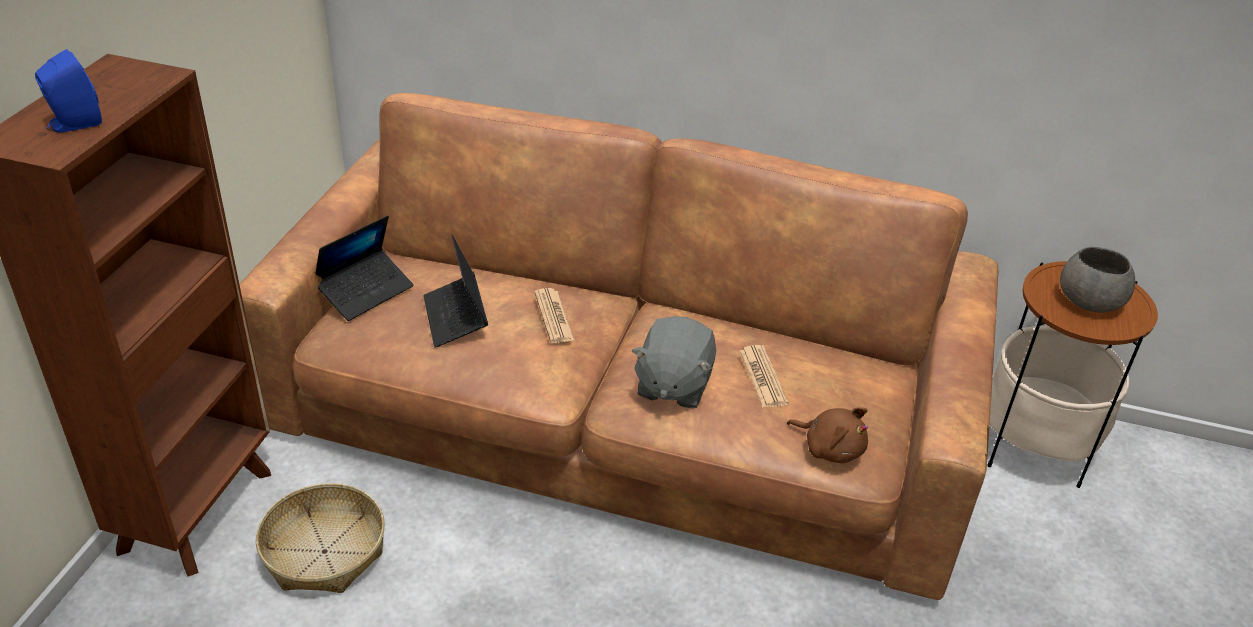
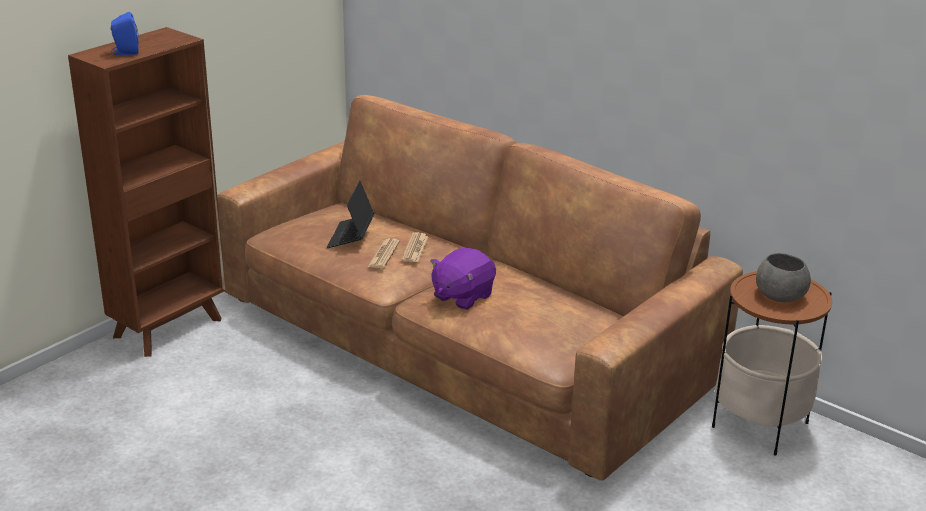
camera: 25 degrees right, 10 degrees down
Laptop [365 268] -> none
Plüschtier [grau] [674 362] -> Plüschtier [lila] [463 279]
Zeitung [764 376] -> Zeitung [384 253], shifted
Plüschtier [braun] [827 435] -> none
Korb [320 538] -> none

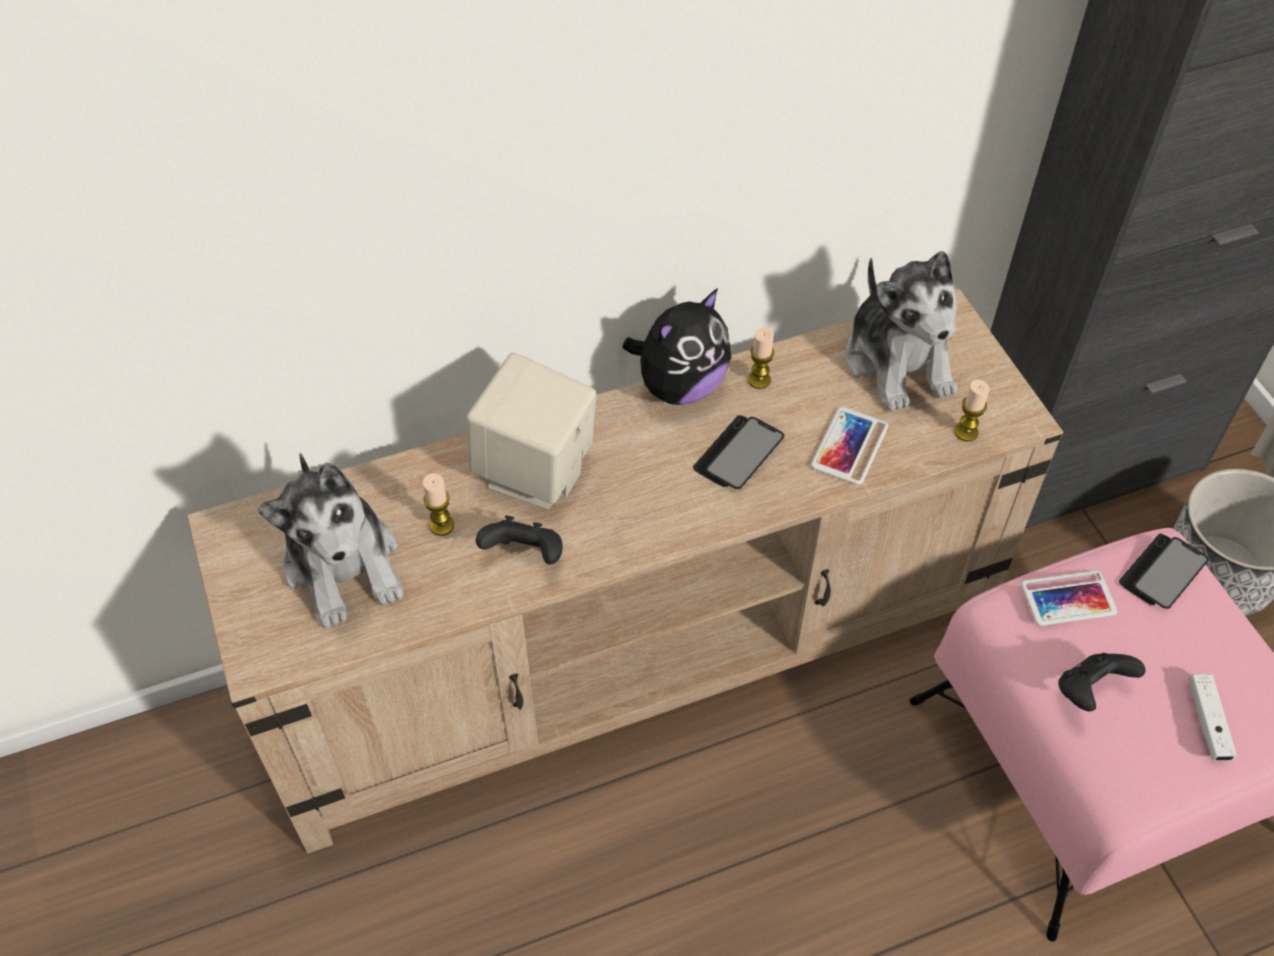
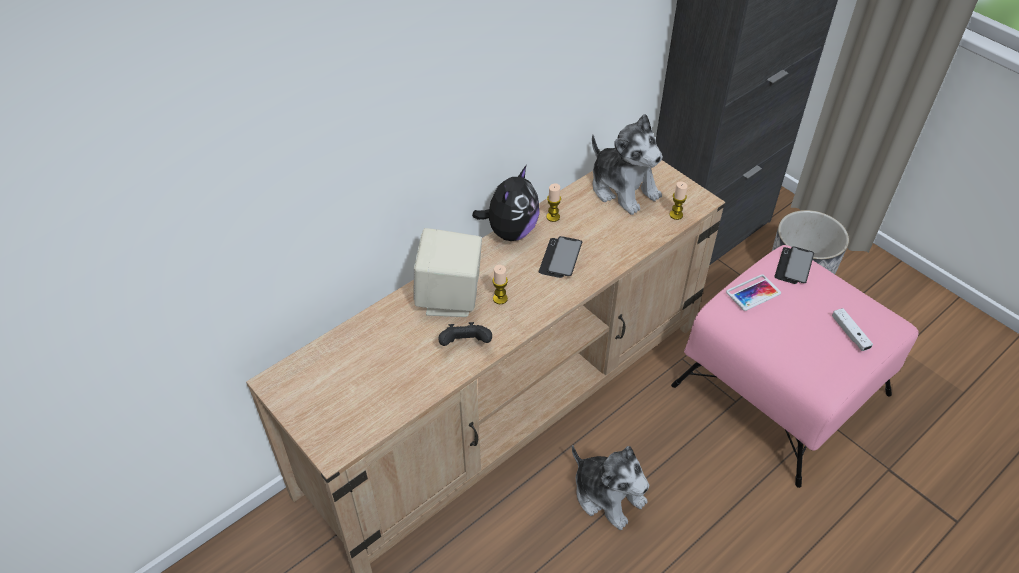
camera: 20 degrees left, 5 degrees down
Handy [849 446] -> none
Plüschtier [330 541] -> Plüschtier [610 487], shifted
Kerze [438 504] -> Kerze [500 284], shifted
Gamepad [schwarz] [1102 682] -> none

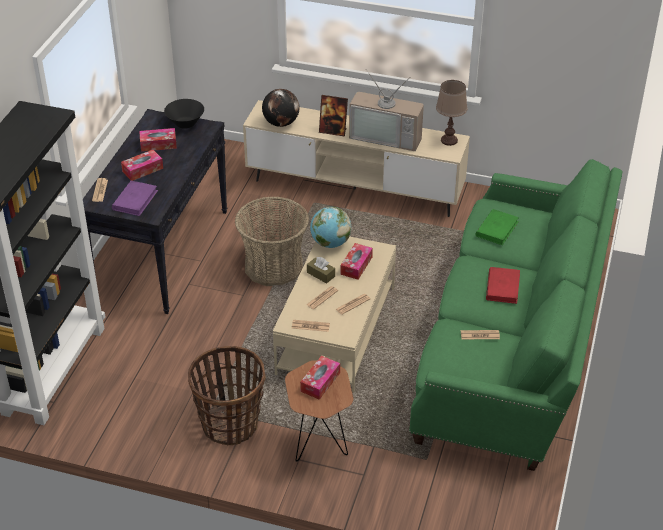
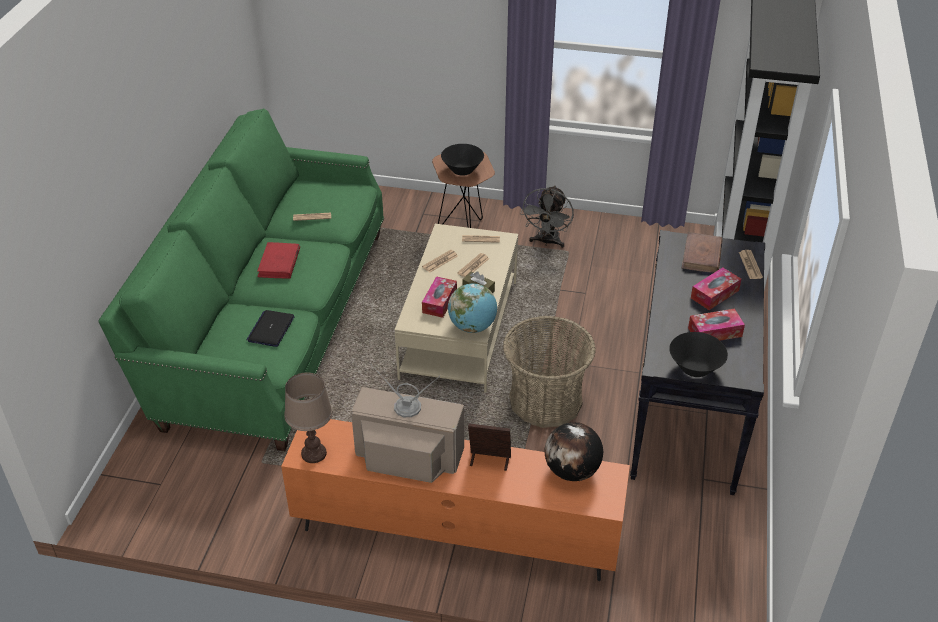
camera: 175 degrees right, 0 degrees up
Fernsehschrank [beige] [356 158] -> Fernsehschrank [orange] [455 500]
Buch [lila] [135 198] -> Buch [braun] [702 252]
Buch [grün] [497 227] -> Laptop [270 328]
Korb [227 395] -> Ventilator [grau] [547 216]
Taschentuchbox [320 378] -> Schüssel [schwarz] [462 160]

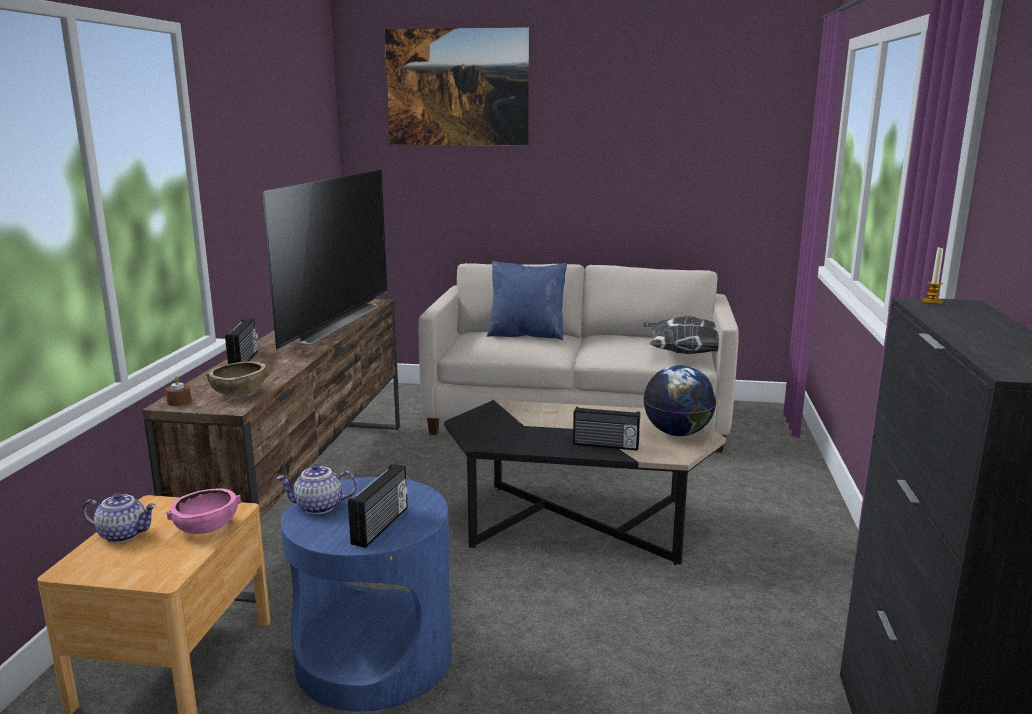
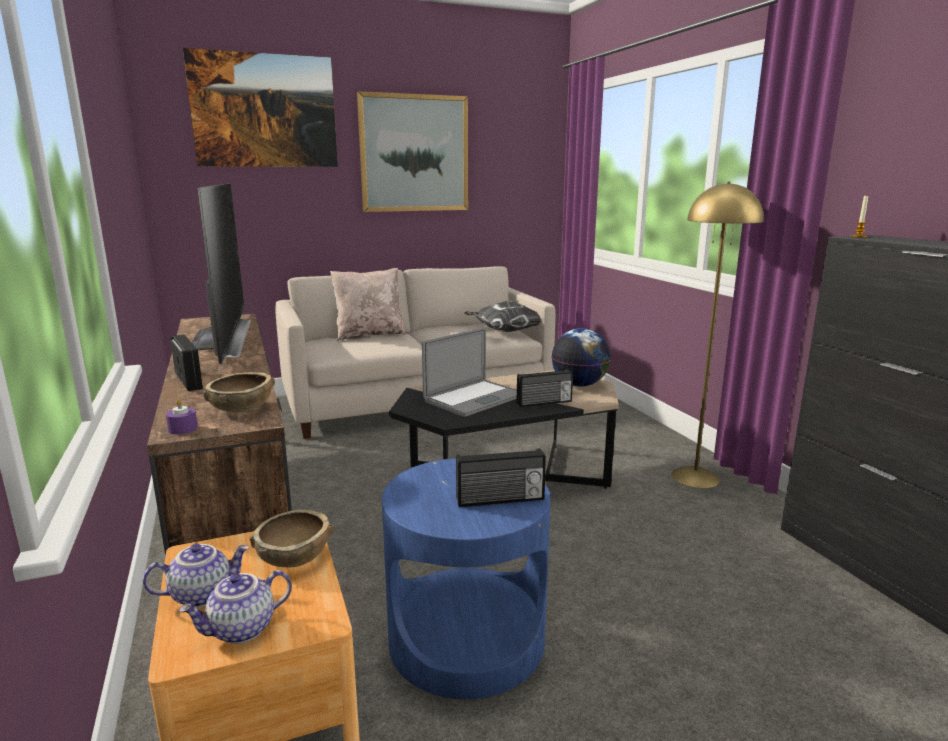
camera: 30 degrees left, 0 degrees up
Kissen [blau] [527 300] -> Kissen [beige] [368 304]
Kerze [braun] [178 391] -> Kerze [lila] [182 416]
Teekanne [317 489] -> Teekanne [235 607], shifted
Radio [378 506] -> Radio [501 478], 90 degrees clockwise
Schüssel [rosa] [203 511] -> Schüssel [braun] [291 538]
none -> Bild [412 151]
none -> Stehlampe [gelb] [717 335]
none -> Laptop [469 372]

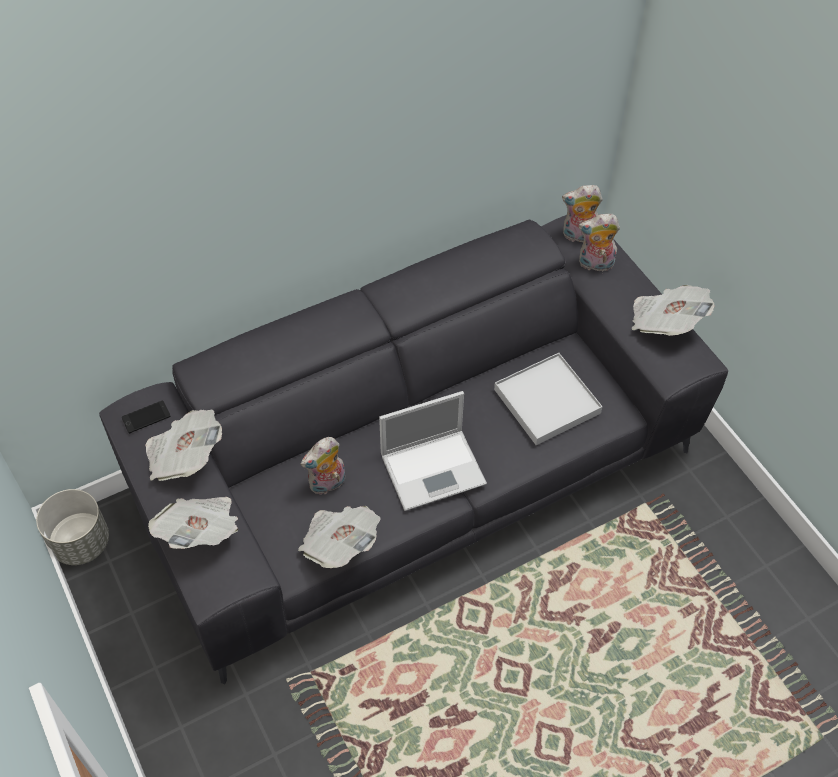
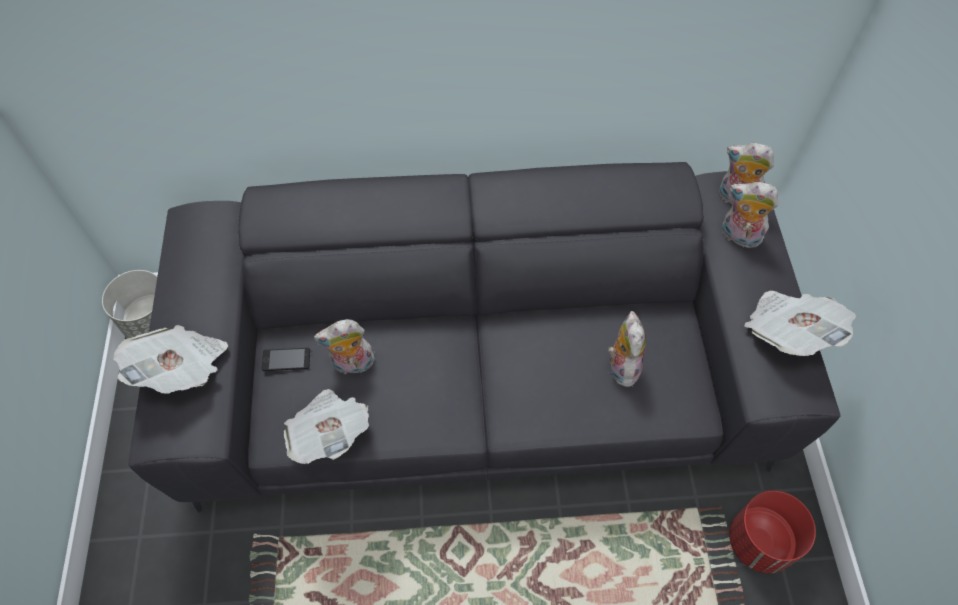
camera: 25 degrees right, 5 degrees up
Tablett [weiß] [548 399] -> Plüschtier [627 349]
Laptop [433 451] -> none
Handy [146 416] -> Handy [286 359], shifted
Zeitung [183 445] -> none
none -> Pflanzkübel [rot] [772 532]

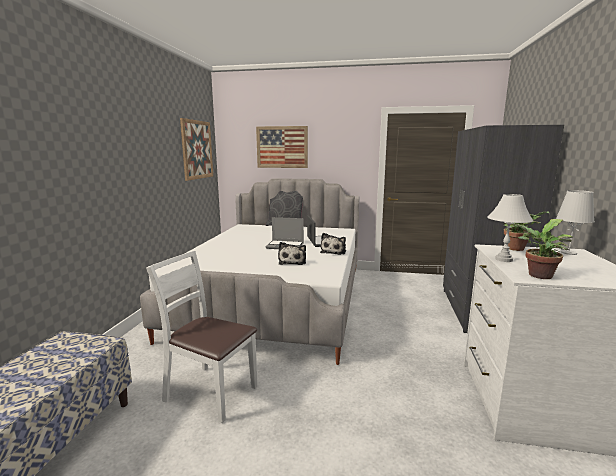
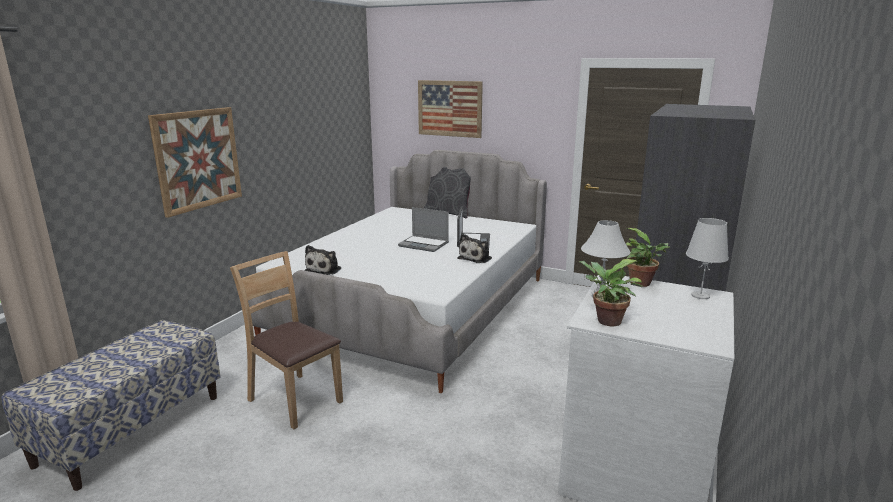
camera: 15 degrees right, 5 degrees up
Bild [196 149] -> Bild [195 162], shifted
Plüschtier [292 253] -> Plüschtier [322 260], shifted
Stuhl [weiß] [201 337] -> Stuhl [braun] [286 340]

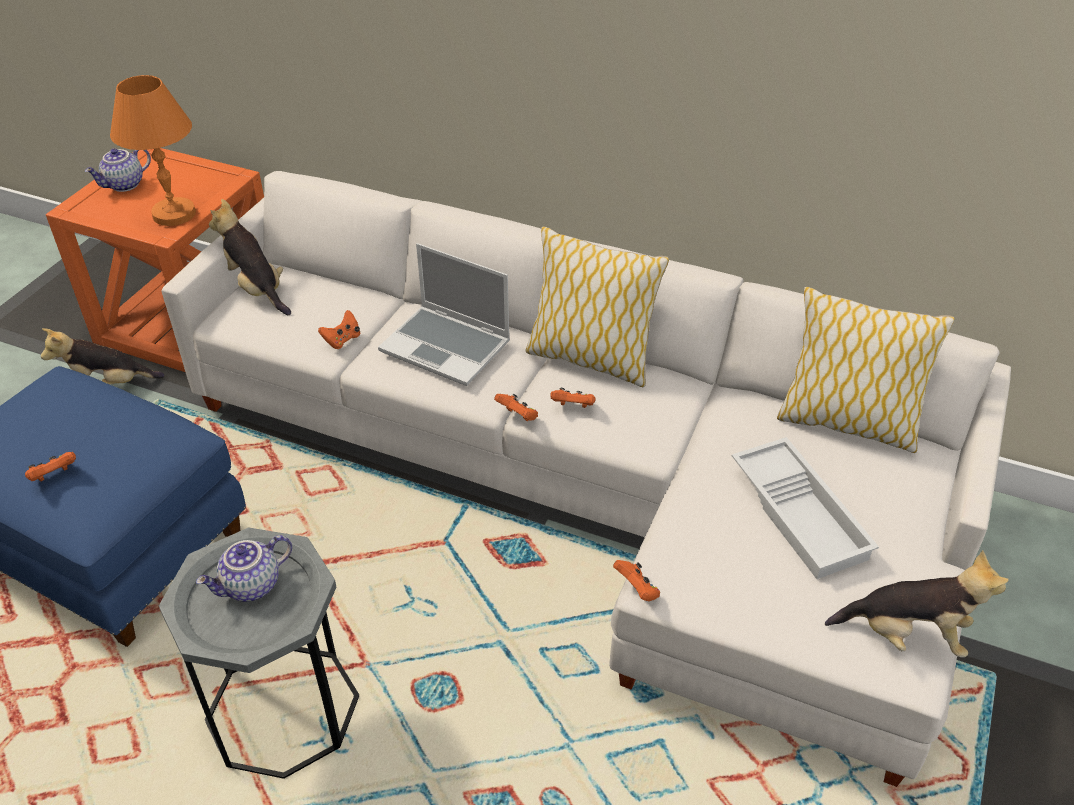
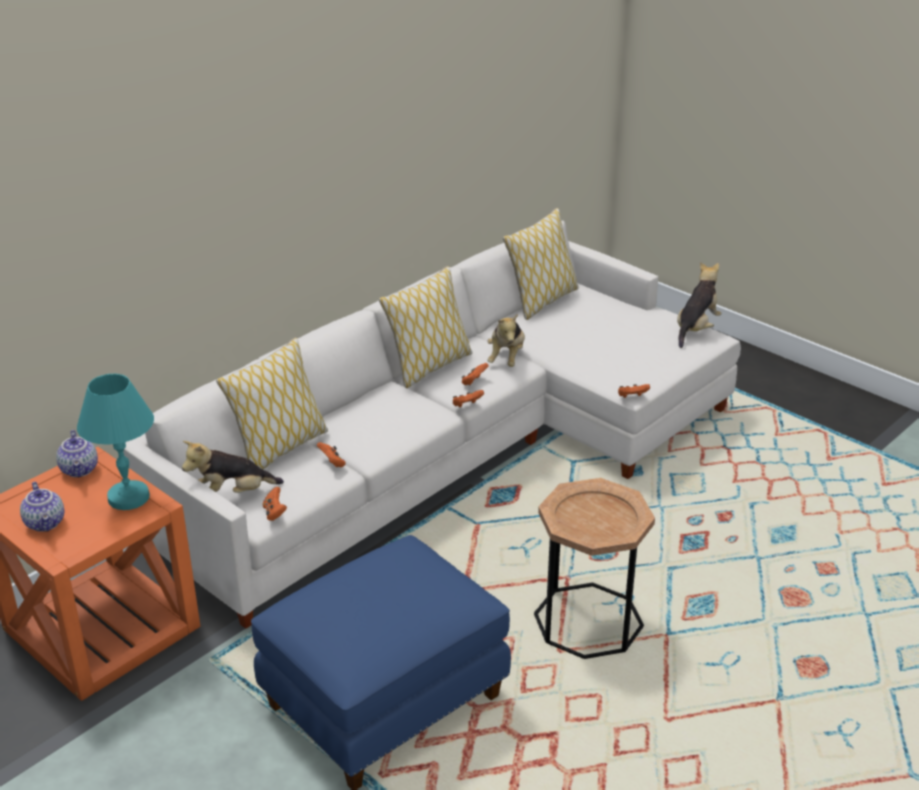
camera: 70 degrees left, 10 degrees down
Tischlampe [orange] [153 150] -> Tischlampe [türkis] [115 442]
Laptop [444 314] -> none
Plüschtier [103 356] -> Plüschtier [506 340], shifted
Tablett [weiß] [805 508] -> none
Gamepad [orange] [50 466] -> Gamepad [orange] [275 504], shifted
Beistelltisch [grau] [259 653] -> Beistelltisch [braun] [594 568]
Teekanne [244 568] -> Teekanne [77 453], shifted
none -> Kissen [272 404]

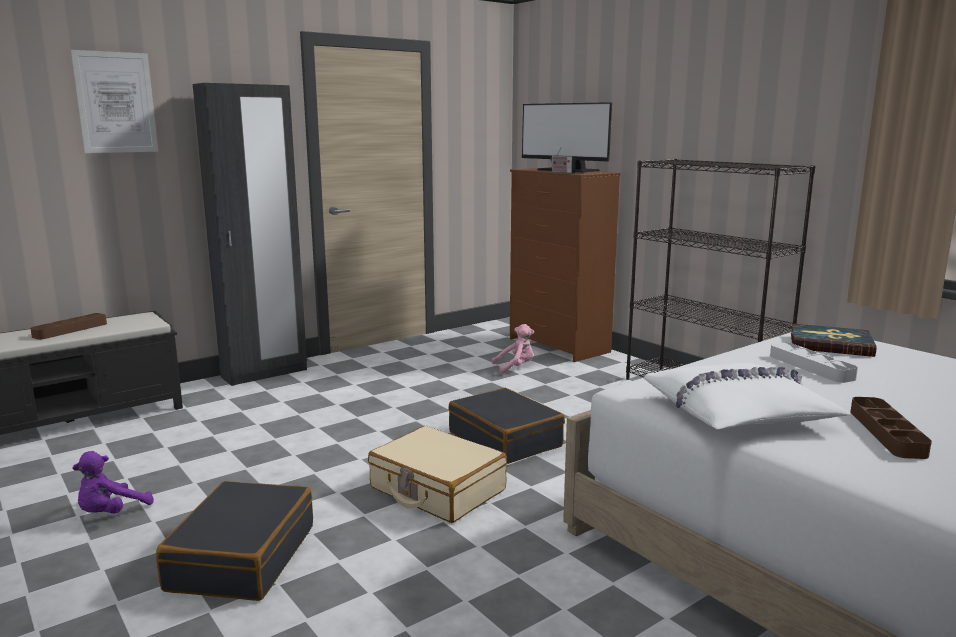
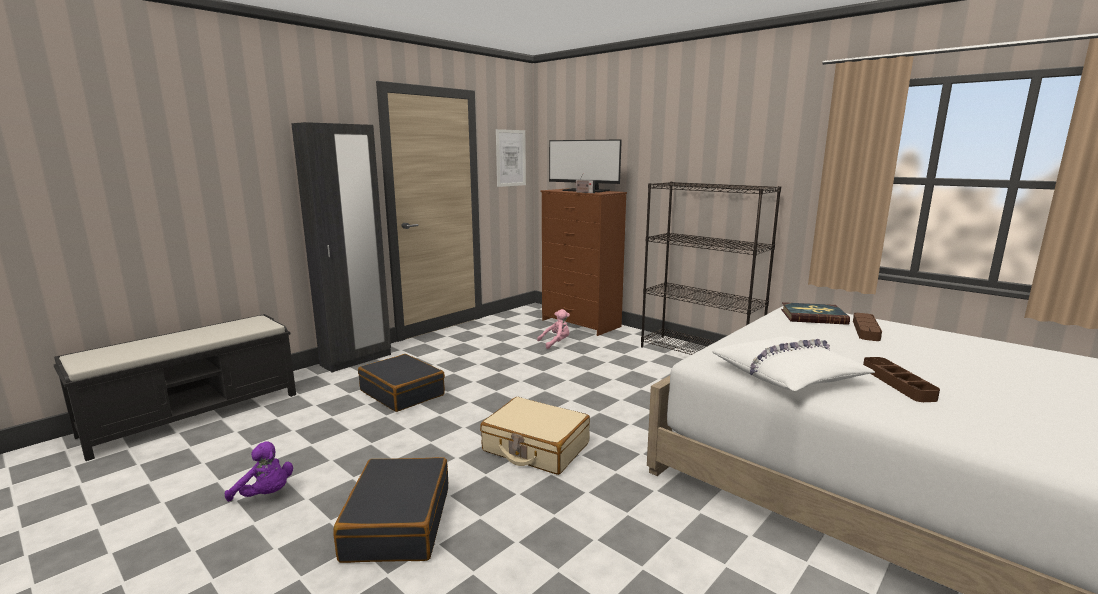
camera: 10 degrees left, 0 degrees up
Bild [114 101] -> Bild [511 158], shifted
Tablett [braun] [68 326] -> Tablett [braun] [867 327], shifted
Tablett [grau] [814 362] -> none
Koffer [schwarz] [506 426] -> Koffer [schwarz] [401 383], shifted
Plüschtier [lila] [113 482] -> Plüschtier [lila] [259 471], 90 degrees counterclockwise

